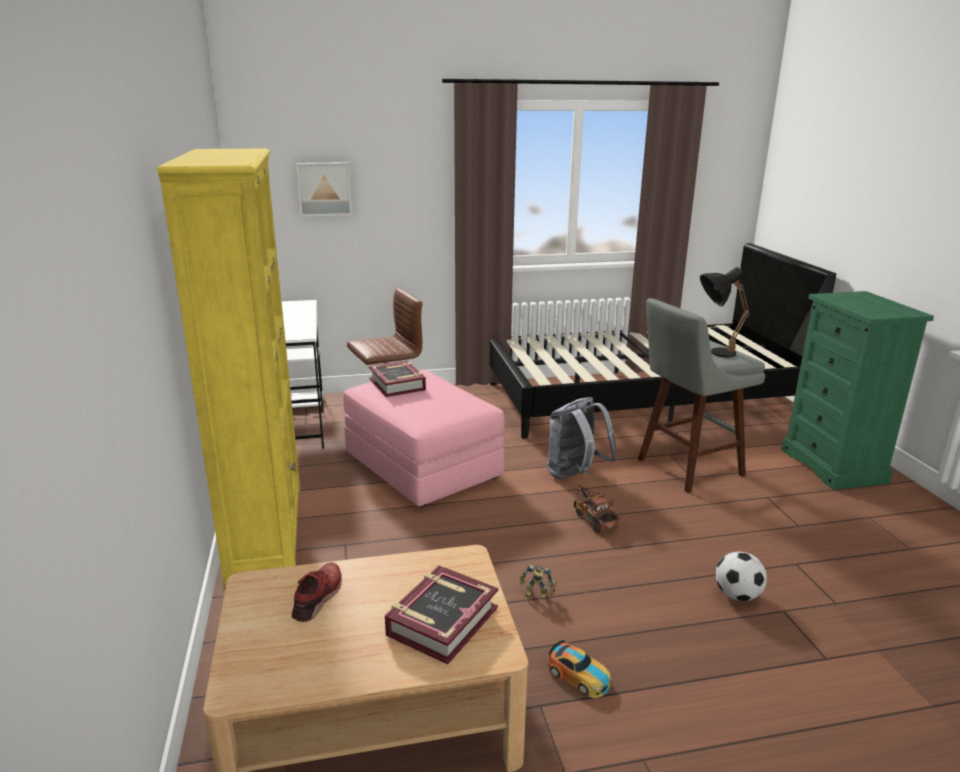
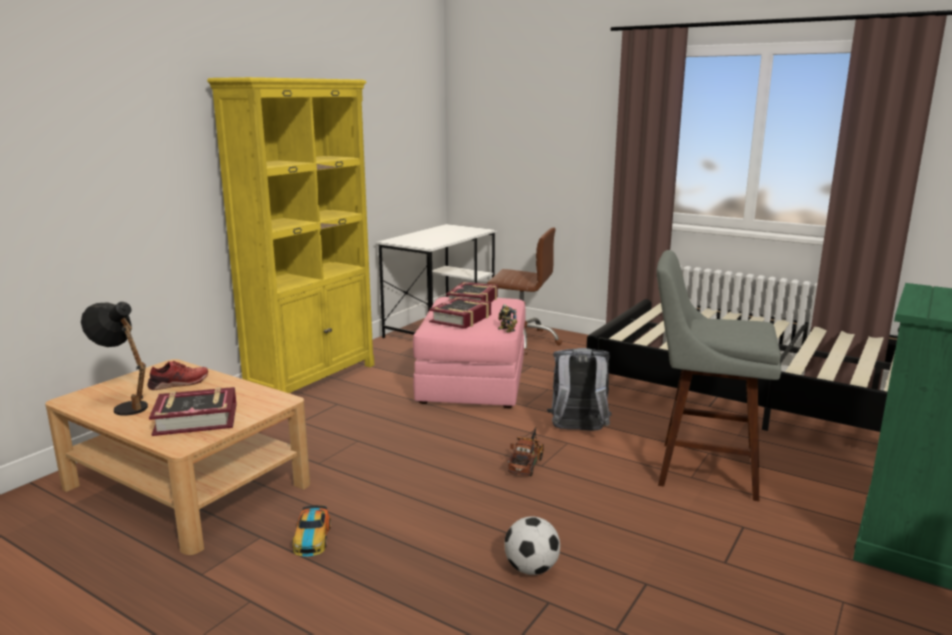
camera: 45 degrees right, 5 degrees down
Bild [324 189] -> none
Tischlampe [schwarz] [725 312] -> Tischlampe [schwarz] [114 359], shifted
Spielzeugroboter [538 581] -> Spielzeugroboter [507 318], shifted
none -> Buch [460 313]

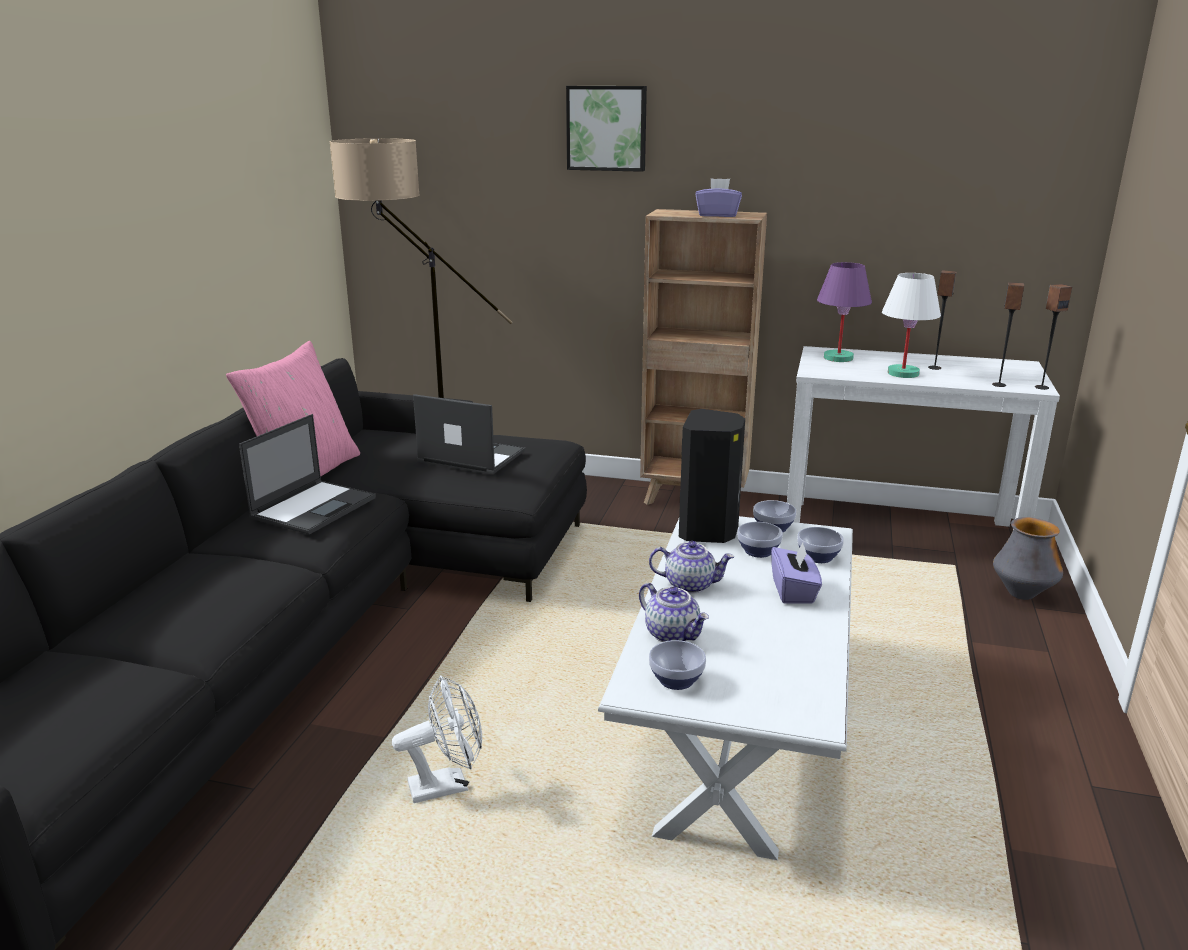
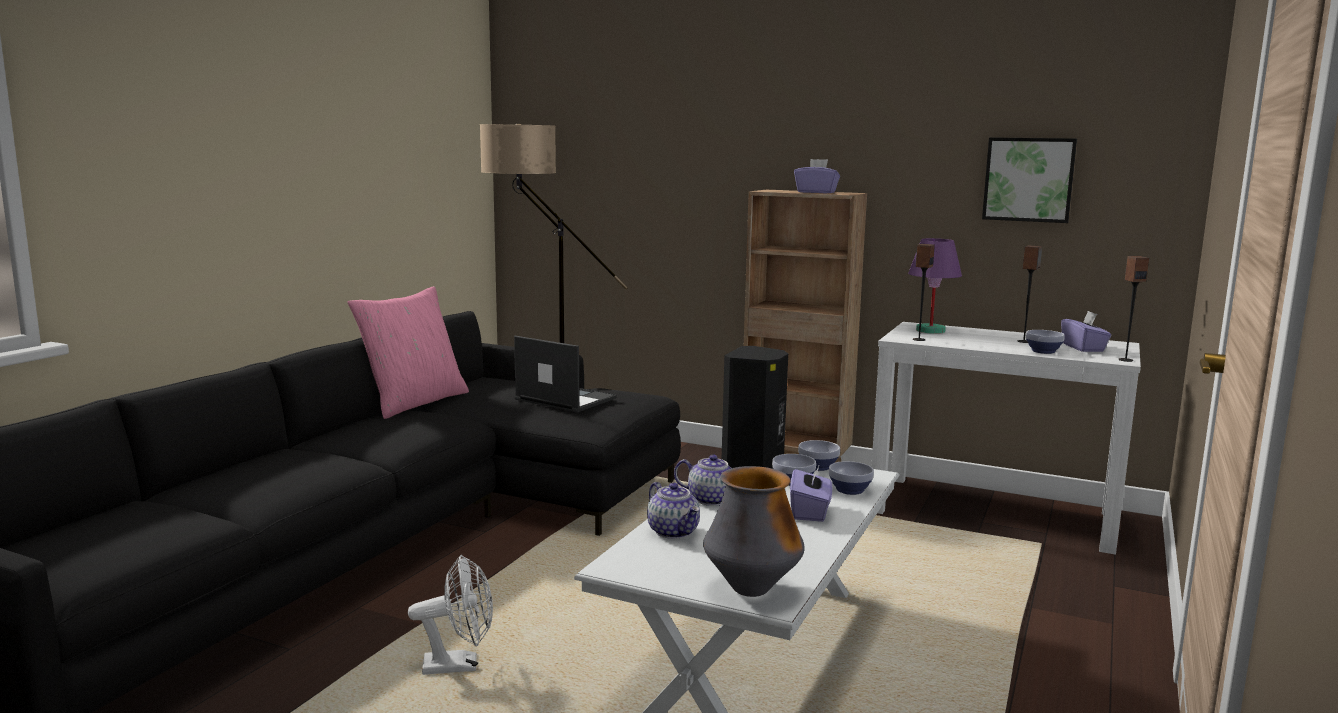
camera: 10 degrees right, 10 degrees down
Bild [606 129] -> Bild [1029 180], shifted
Tischlampe [weiß] [911 325] -> none
Lautsprecher [1008 334] -> Lautsprecher [924 292], shifted
Laptop [307 474] -> none
Vase [1028 558] -> Vase [754 531], shifted
Schüssel [677 665] -> Schüssel [1045 342], shifted
none -> Taschentuchbox [lila] [1086 331]

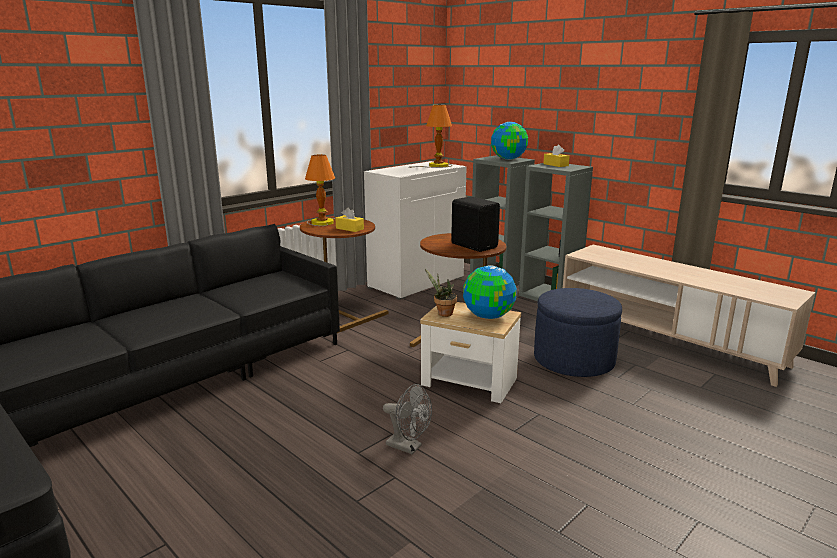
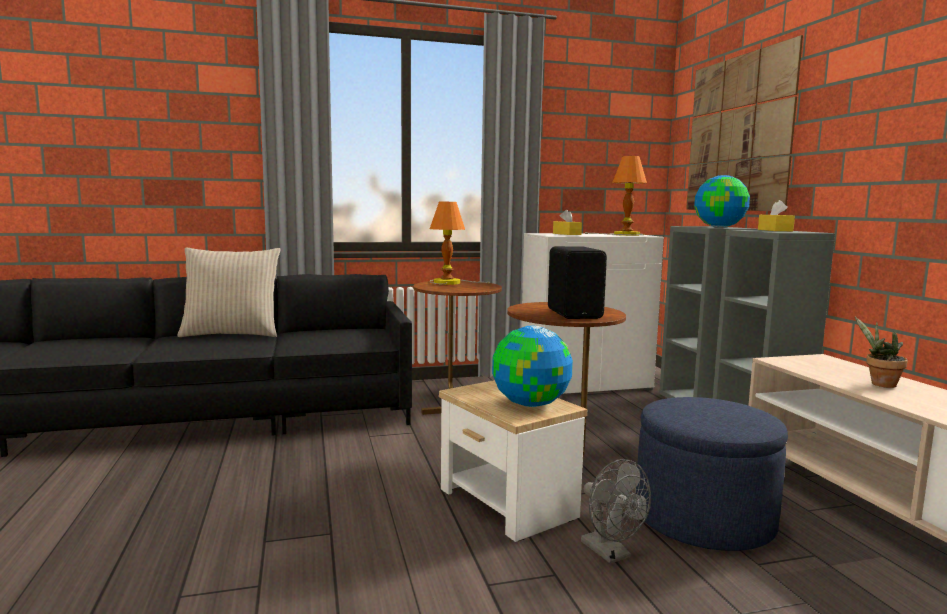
camera: 30 degrees right, 10 degrees down
Taschentuchbox [gelb] [349 220] -> Taschentuchbox [gelb] [567 222], shifted
Topfpflanze [441 293] -> Topfpflanze [881 352], shifted
Ventilator [grau] [407 419] -> Ventilator [grau] [616 511], shifted
none -> Bild [744 123]
none -> Kissen [beige] [228 292]

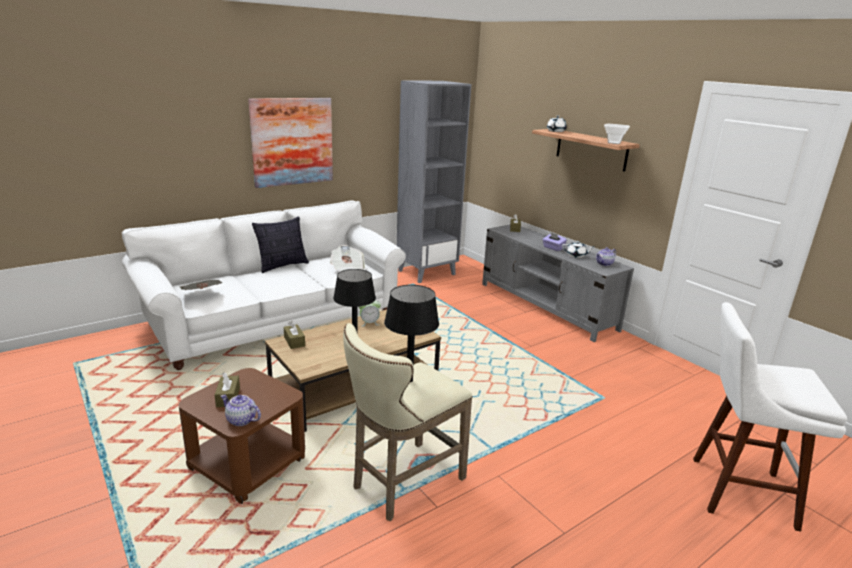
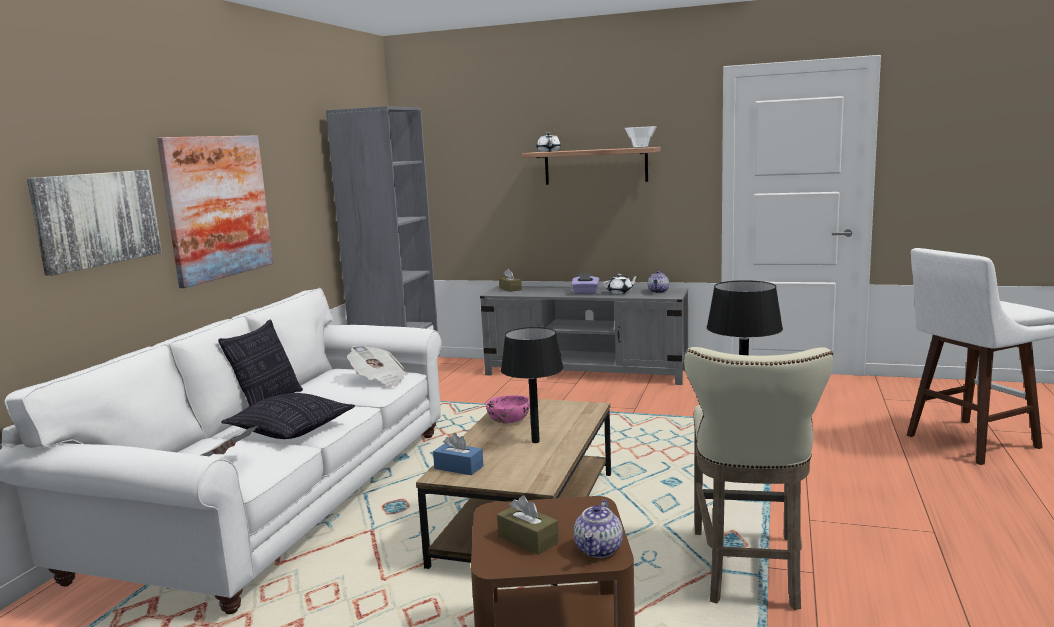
camera: 35 degrees left, 10 degrees down
Wecker [370 314] -> Schüssel [rosa] [508 409]
Taschentuchbox [braun] [294 335] -> Taschentuchbox [blau] [458 454]
Teekanne [240 410] -> Teekanne [598 529], 60 degrees counterclockwise
none -> Bild [94 223]
none -> Kissen [288 416]

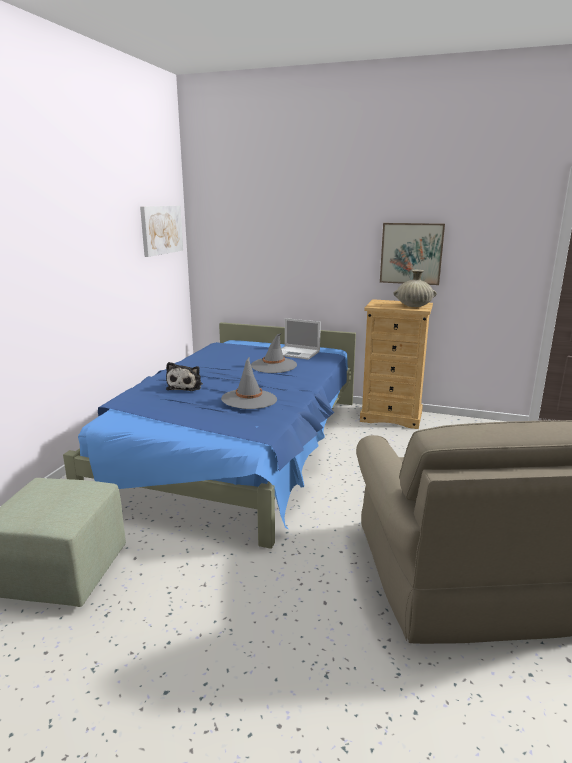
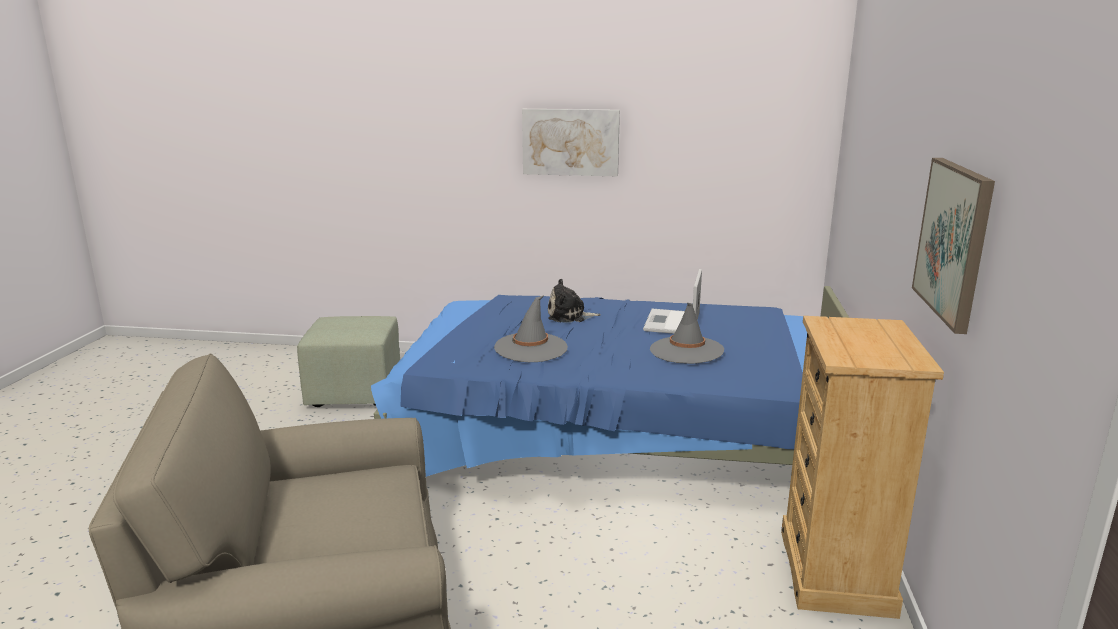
camera: 80 degrees right, 0 degrees up
Bild [161 231] -> Bild [571 142], shifted
Vase [beige] [415 288] -> none
Laptop [301 339] -> Laptop [672 301], shifted

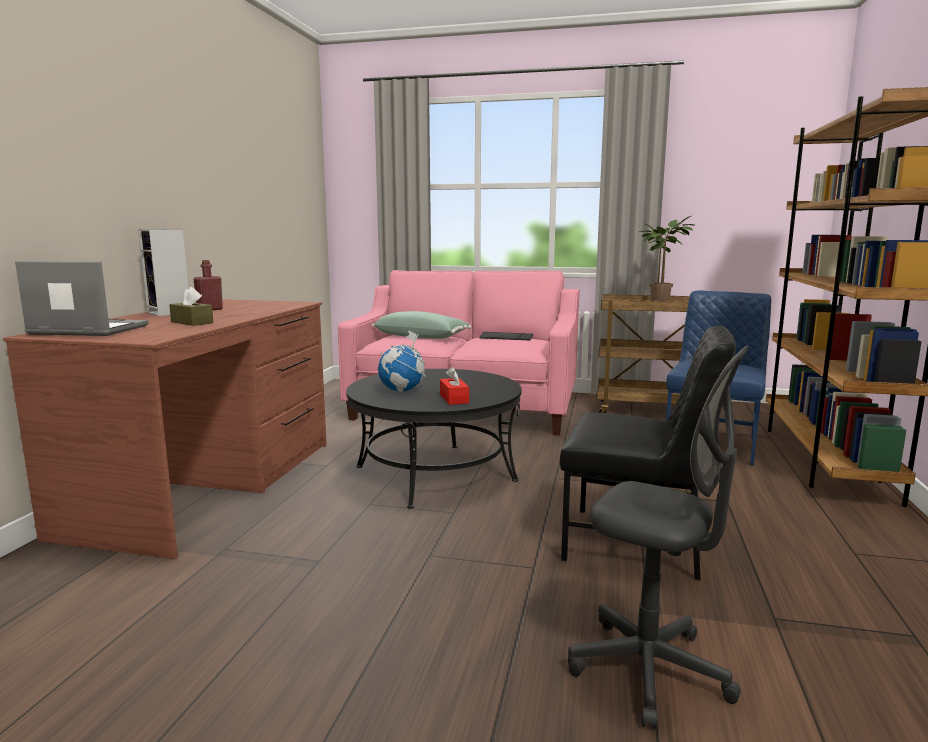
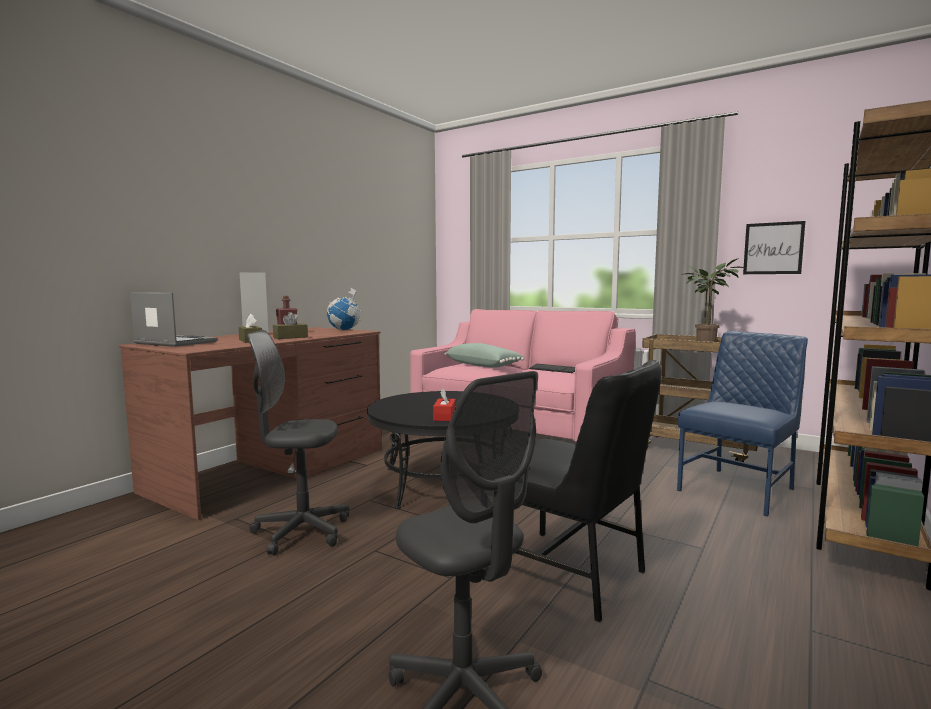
camera: 20 degrees right, 5 degrees down
Globus [402 361] -> Globus [344 309], shifted
none -> Bild [774 247]
none -> Taschentuchbox [braun] [290 325]
none -> Bürostuhl [grau] [298 442]

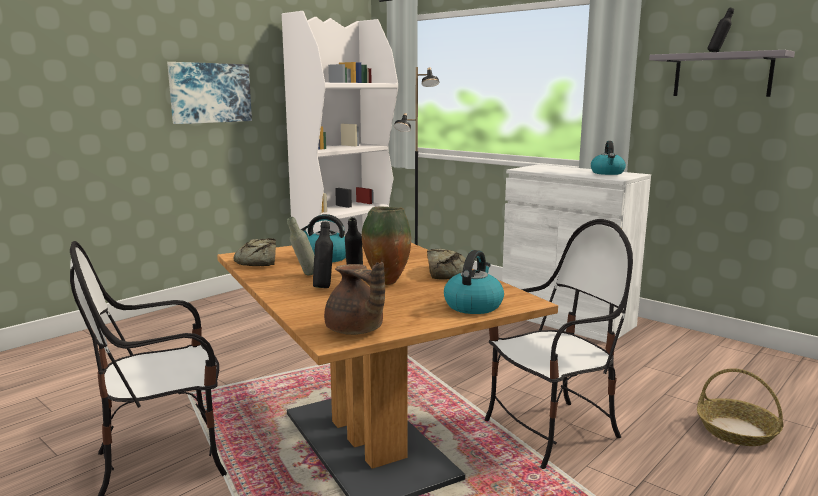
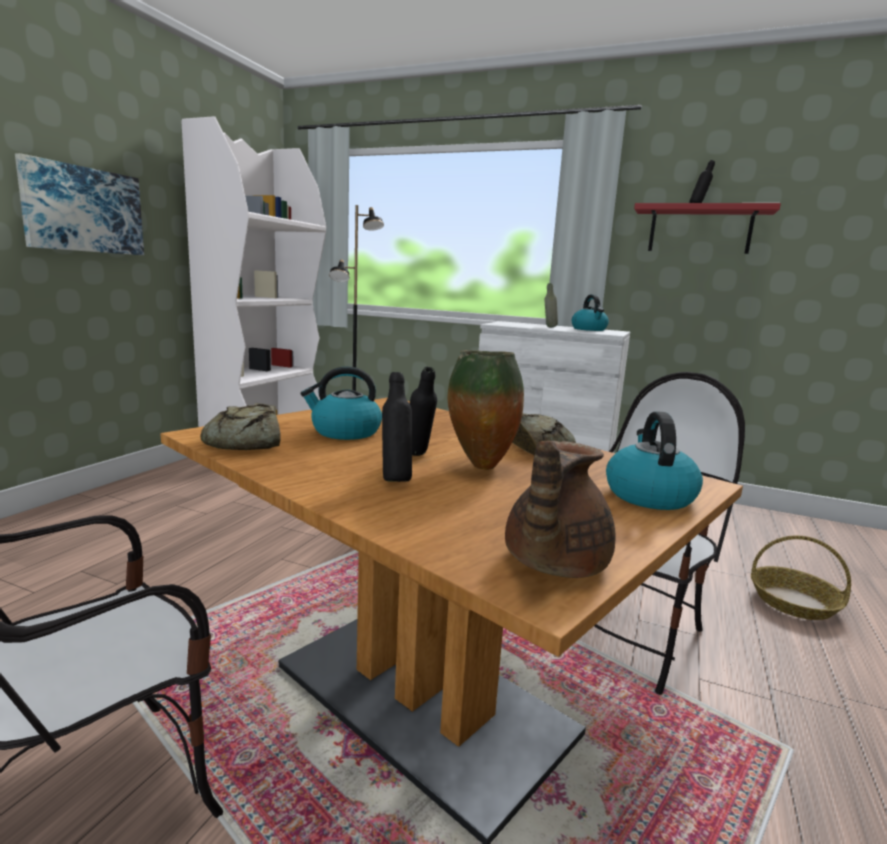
camera: 20 degrees left, 0 degrees up
Wandregal [grau] [722 73] -> Wandregal [rot] [707 228]
Flasche [grau] [300 246] -> Flasche [grau] [551 305], shifted
Teekanne [braun] [354 298] -> Teekanne [braun] [560 509], 90 degrees clockwise

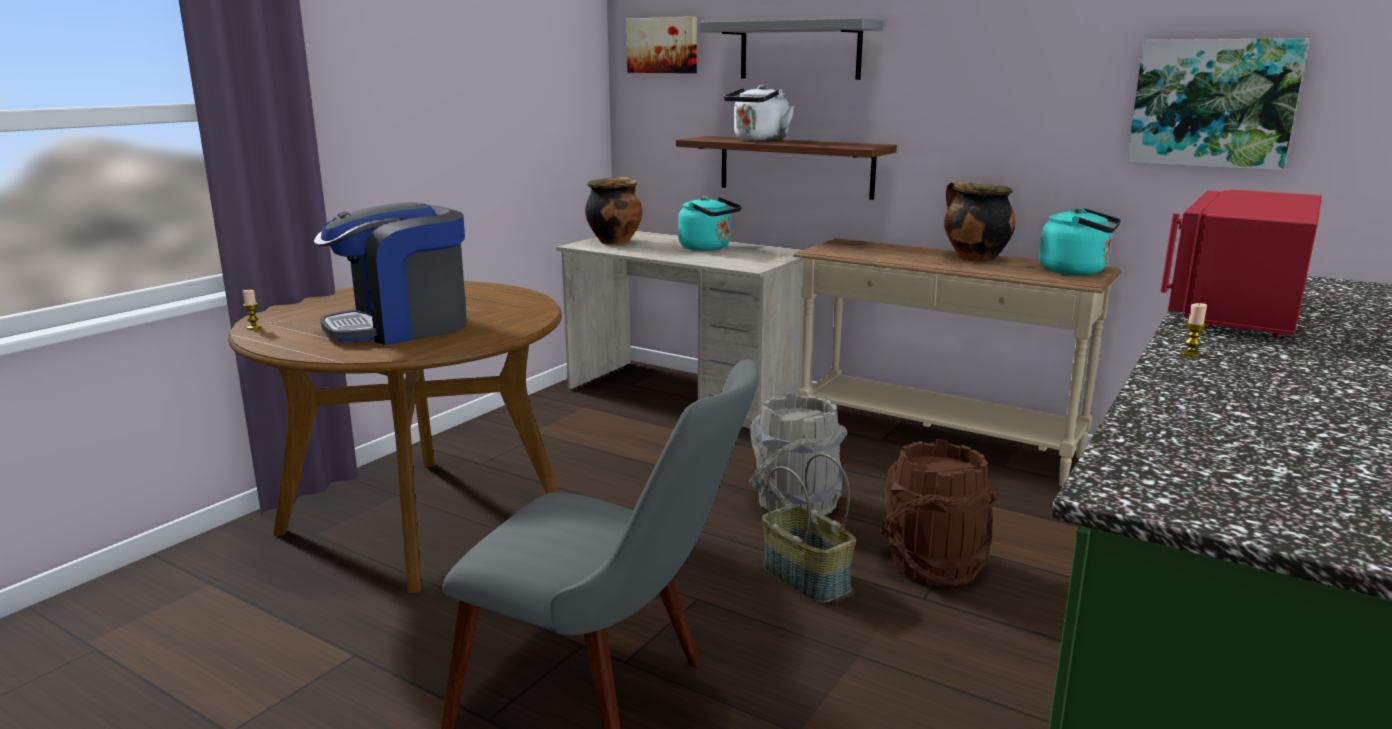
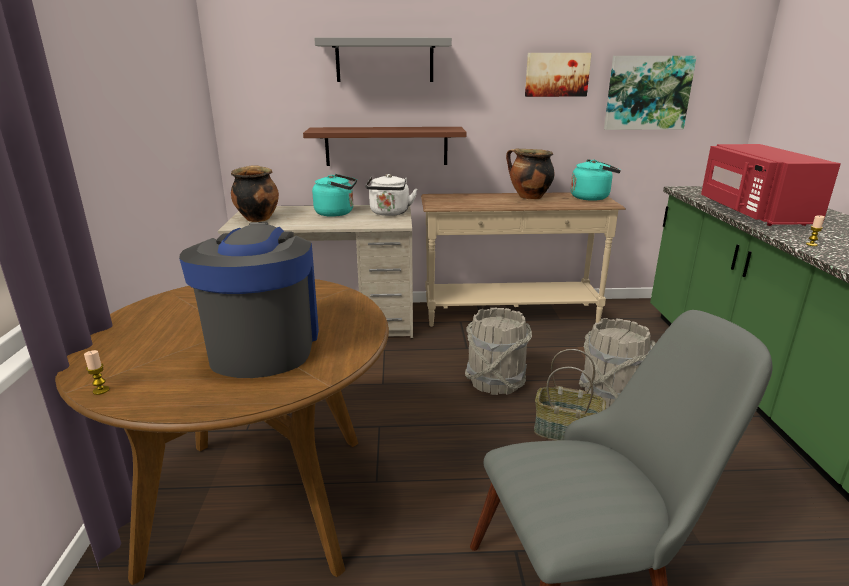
camera: 35 degrees left, 5 degrees up
Bild [661 45] -> Bild [558 75], shifted
Wasserkessel [weiß] [759 113] -> Wasserkessel [weiß] [391 195], shifted
Kaffeemaschine [390 273] -> Kaffeemaschine [249 300], 150 degrees clockwise
Eimer [braun] [940 512] -> Eimer [grau] [617 363]

